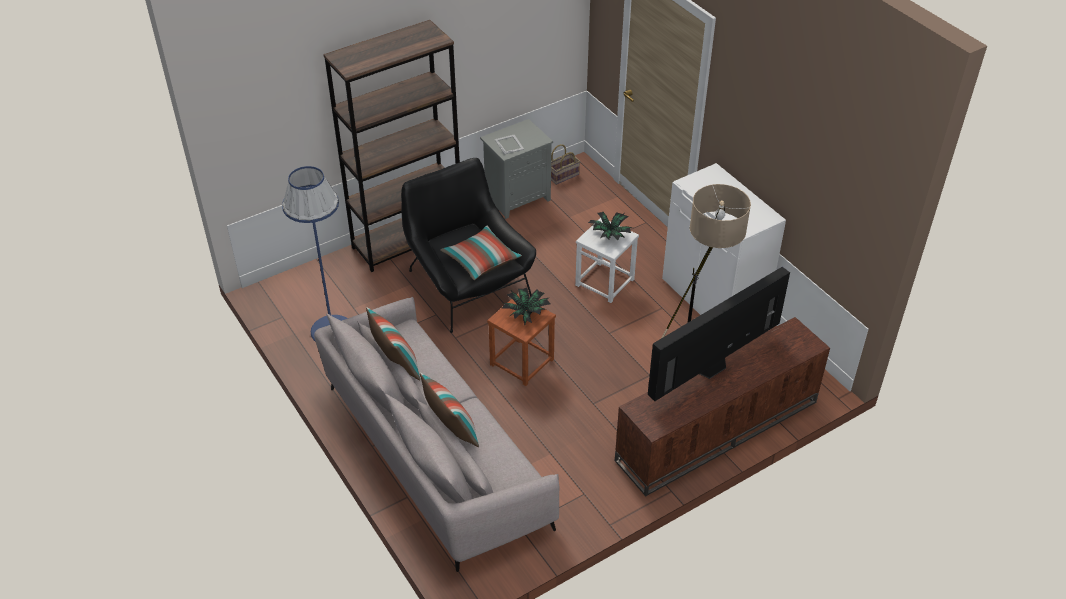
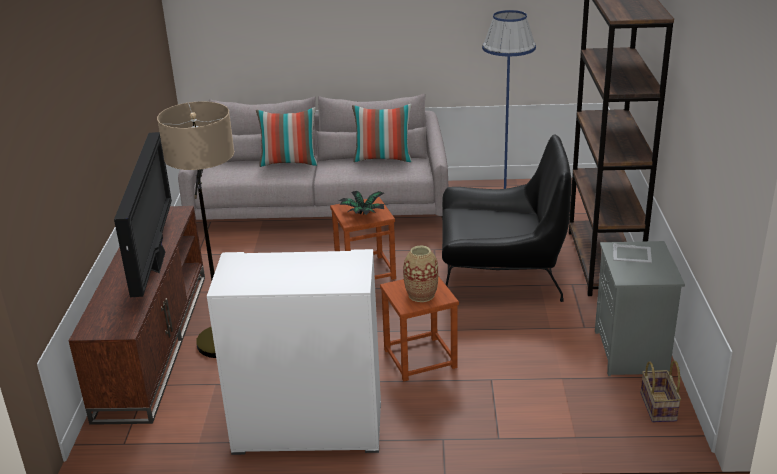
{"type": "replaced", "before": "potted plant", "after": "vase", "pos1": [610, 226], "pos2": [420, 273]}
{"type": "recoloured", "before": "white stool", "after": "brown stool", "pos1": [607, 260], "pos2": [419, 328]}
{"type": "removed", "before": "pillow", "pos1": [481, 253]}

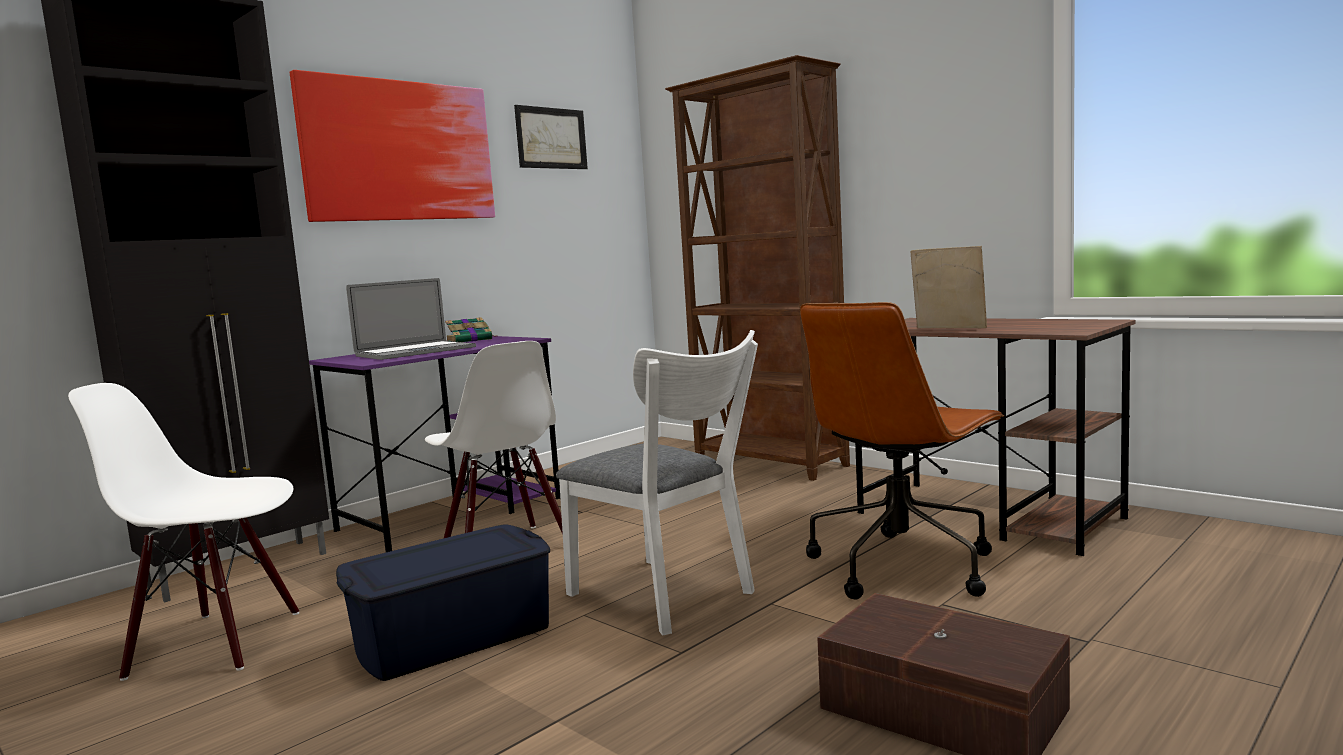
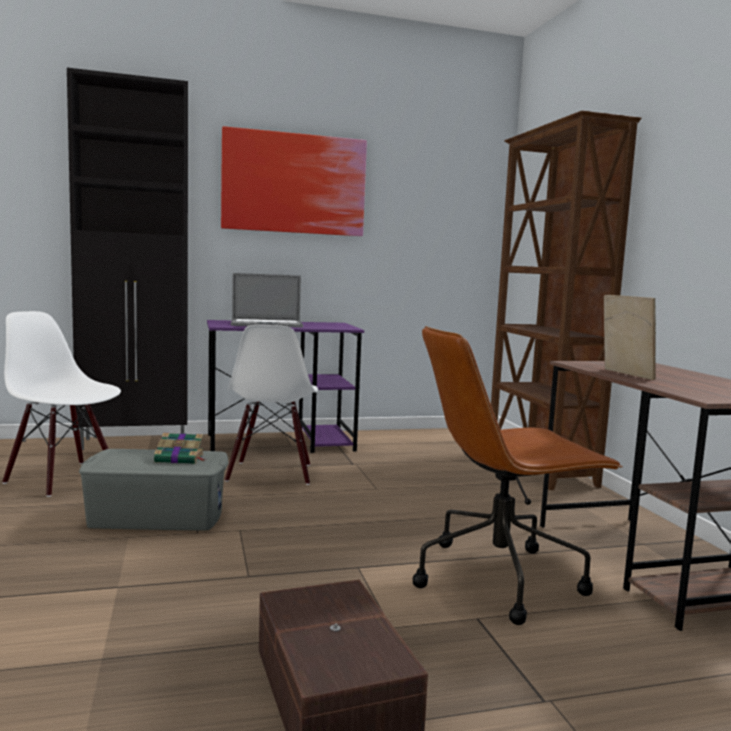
{"type": "removed", "before": "picture", "pos1": [551, 137]}
{"type": "moved", "before": "book", "pos1": [469, 329], "pos2": [179, 448]}
{"type": "removed", "before": "white chair", "pos1": [657, 482]}
{"type": "recoloured", "before": "blue storage box", "after": "grey storage box", "pos1": [443, 602], "pos2": [154, 489]}

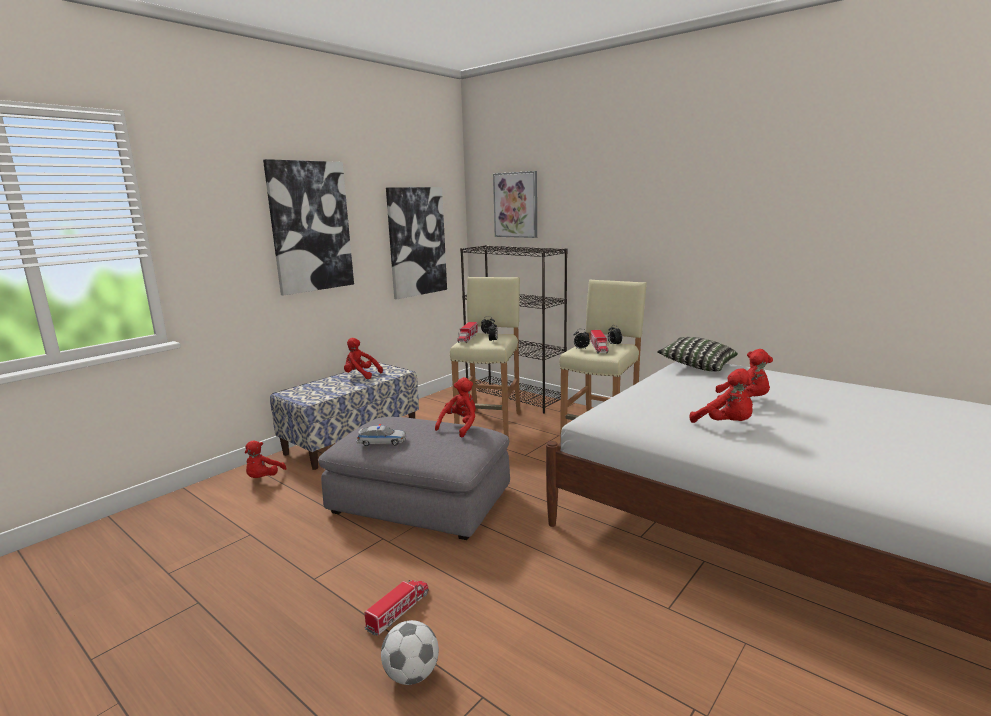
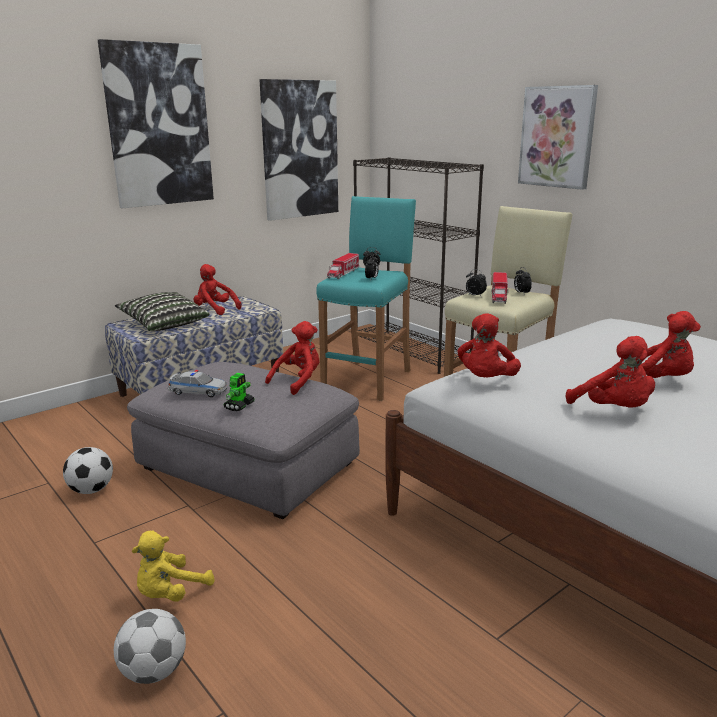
{"type": "moved", "before": "picture", "pos1": [515, 204], "pos2": [558, 137]}
{"type": "recoloured", "before": "beige stool", "after": "turquoise stool", "pos1": [485, 357], "pos2": [366, 298]}
{"type": "moved", "before": "pillow", "pos1": [697, 354], "pos2": [162, 311]}
{"type": "moved", "before": "red plush toy", "pos1": [266, 459], "pos2": [489, 345]}
{"type": "replaced", "before": "toy truck", "after": "yellow plush toy", "pos1": [396, 608], "pos2": [173, 566]}
{"type": "added", "after": "toy robot", "pos2": [239, 392]}
{"type": "added", "after": "football", "pos2": [88, 470]}

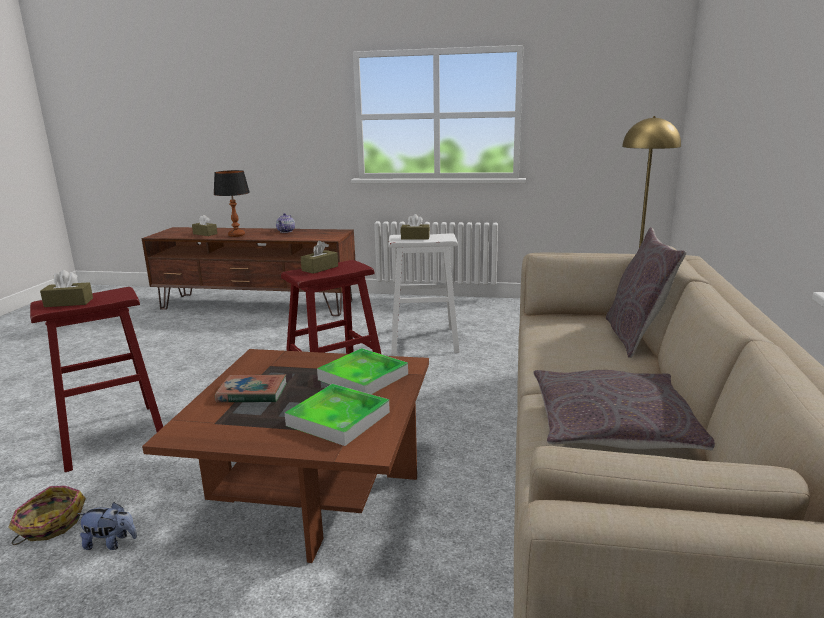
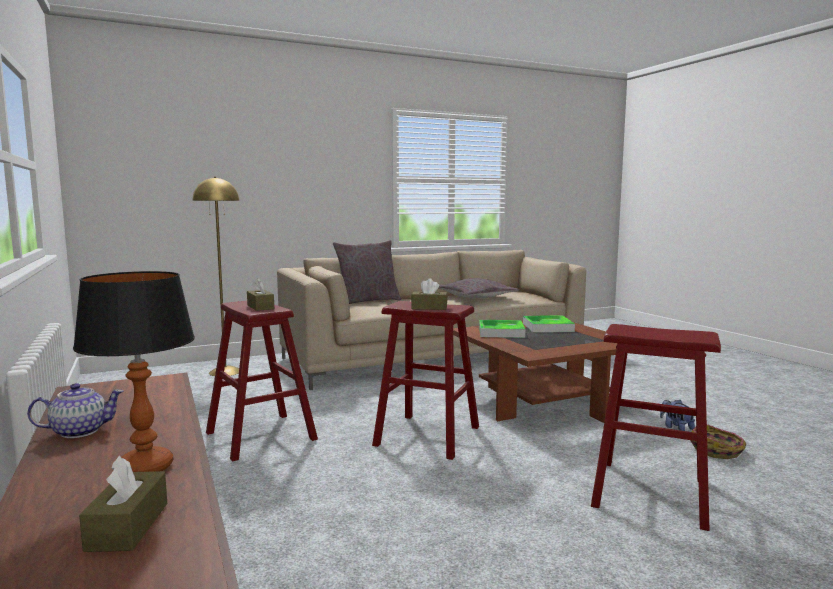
{"type": "recoloured", "before": "white stool", "after": "red stool", "pos1": [424, 294], "pos2": [262, 381]}
{"type": "removed", "before": "brown tissue box", "pos1": [66, 288]}
{"type": "removed", "before": "book", "pos1": [251, 388]}

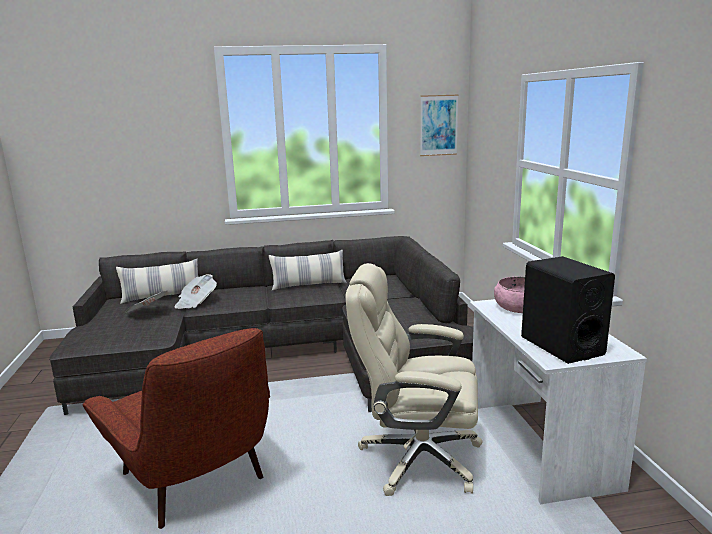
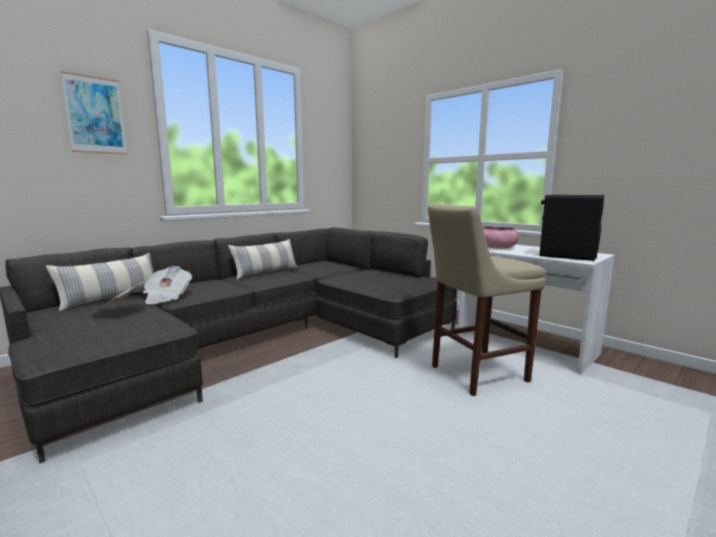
{"type": "moved", "before": "picture", "pos1": [439, 125], "pos2": [94, 113]}
{"type": "replaced", "before": "beige office chair", "after": "beige stool", "pos1": [414, 379], "pos2": [487, 300]}
{"type": "removed", "before": "red armchair", "pos1": [176, 428]}

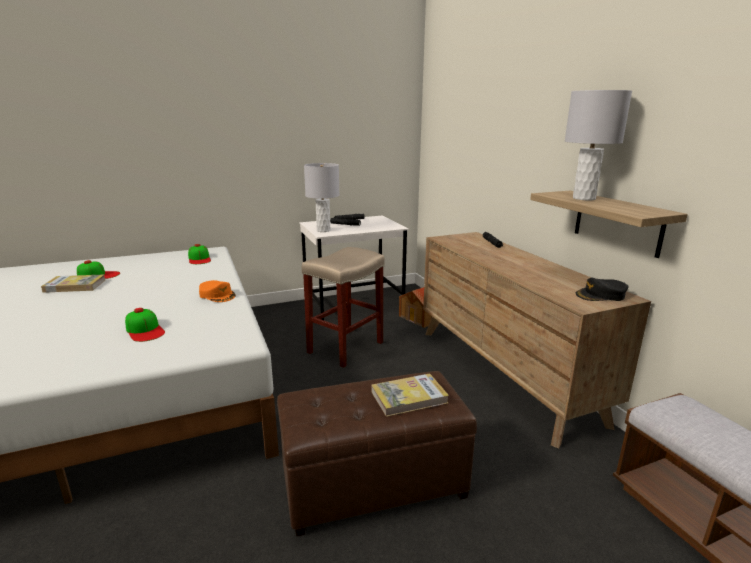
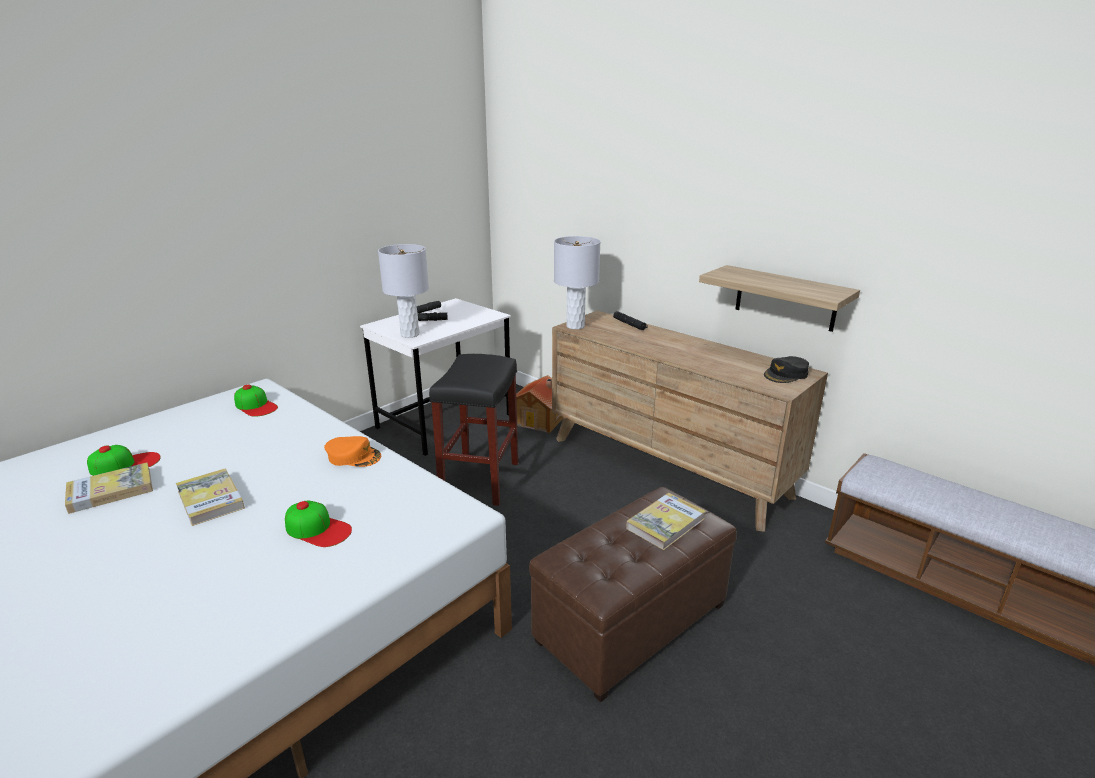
{"type": "moved", "before": "grey table lamp", "pos1": [598, 145], "pos2": [577, 282]}
{"type": "recoloured", "before": "beige stool", "after": "black stool", "pos1": [343, 307], "pos2": [474, 430]}
{"type": "added", "after": "book", "pos2": [210, 497]}

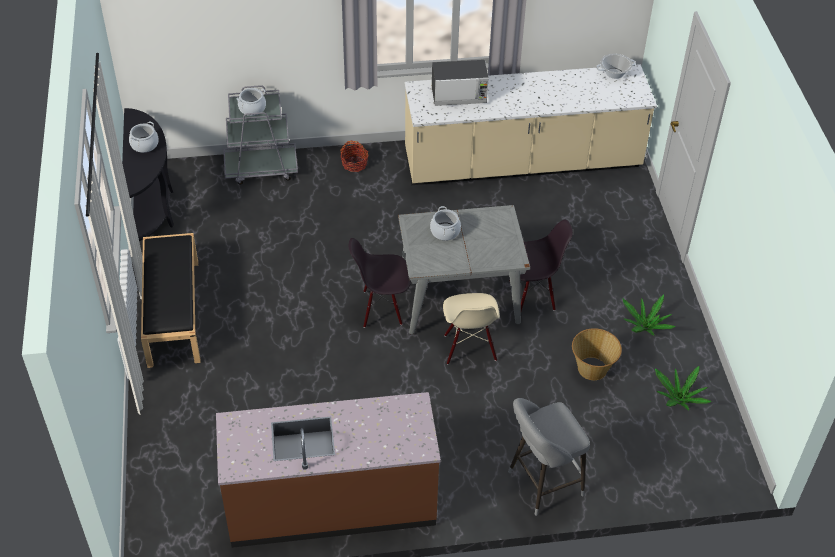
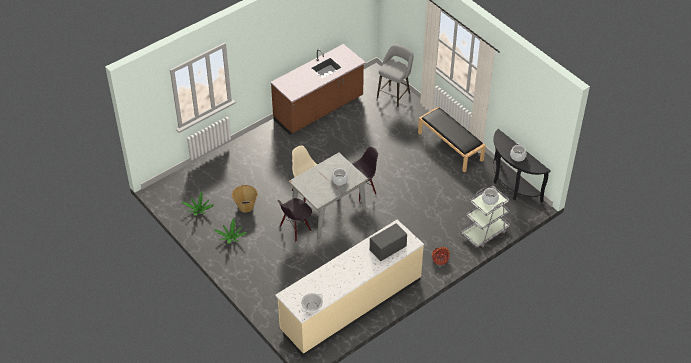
{"type": "moved", "before": "grey stool", "pos1": [549, 457], "pos2": [395, 77]}

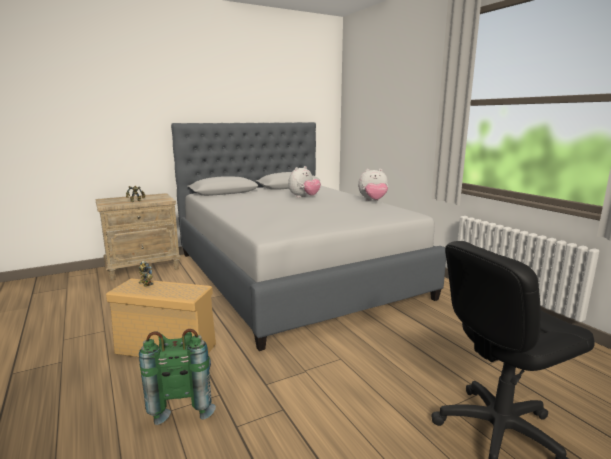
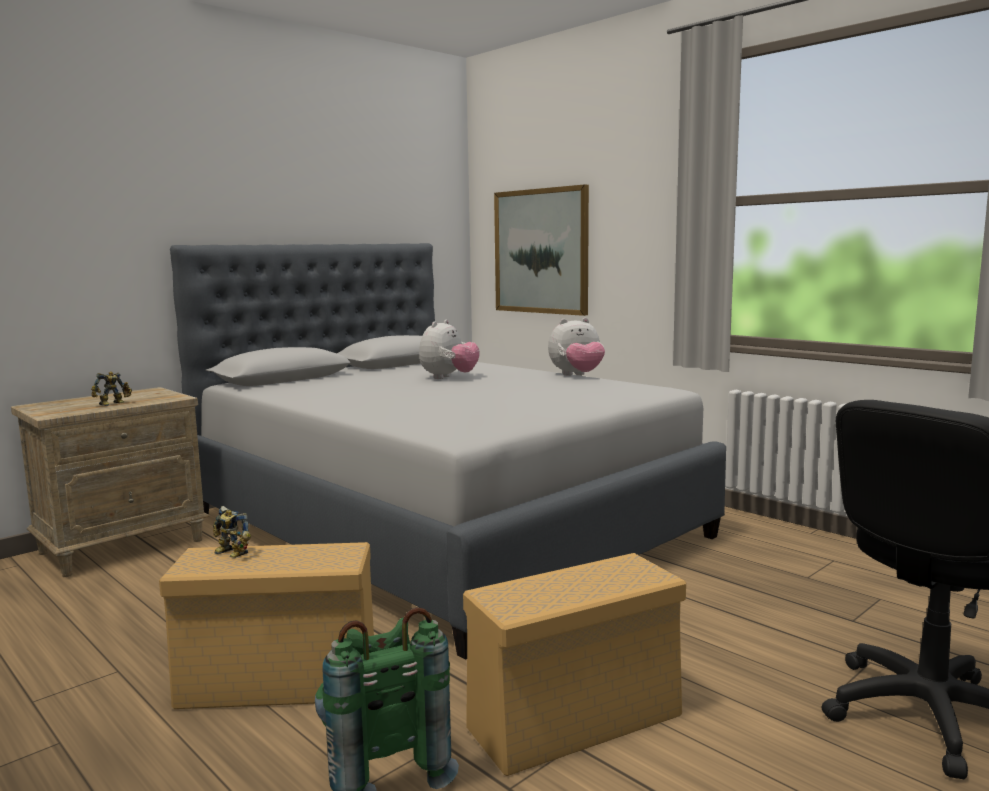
{"type": "added", "after": "picture", "pos2": [541, 250]}
{"type": "added", "after": "beige storage box", "pos2": [574, 664]}

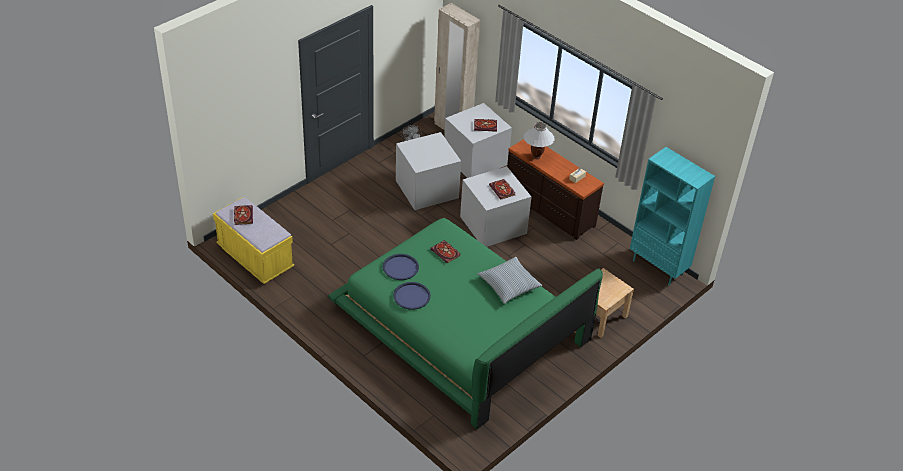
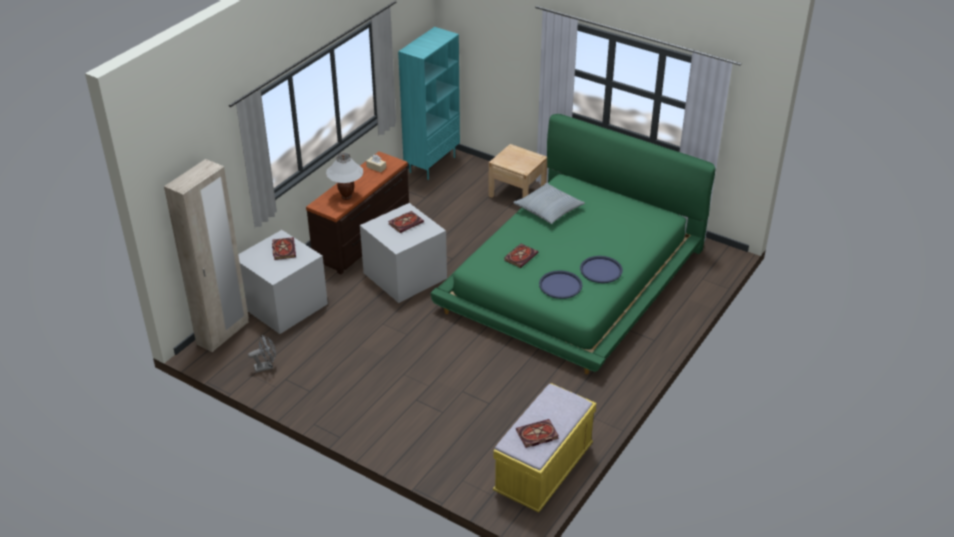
{"type": "removed", "before": "grey storage box", "pos1": [428, 171]}

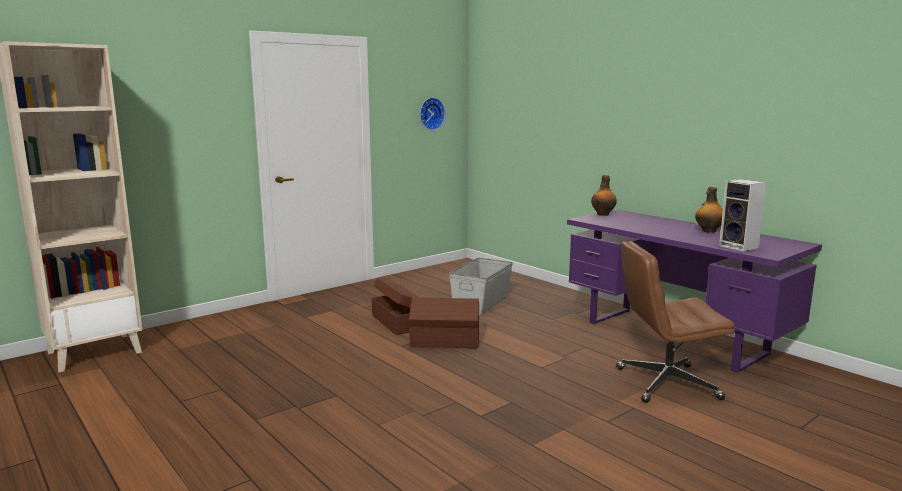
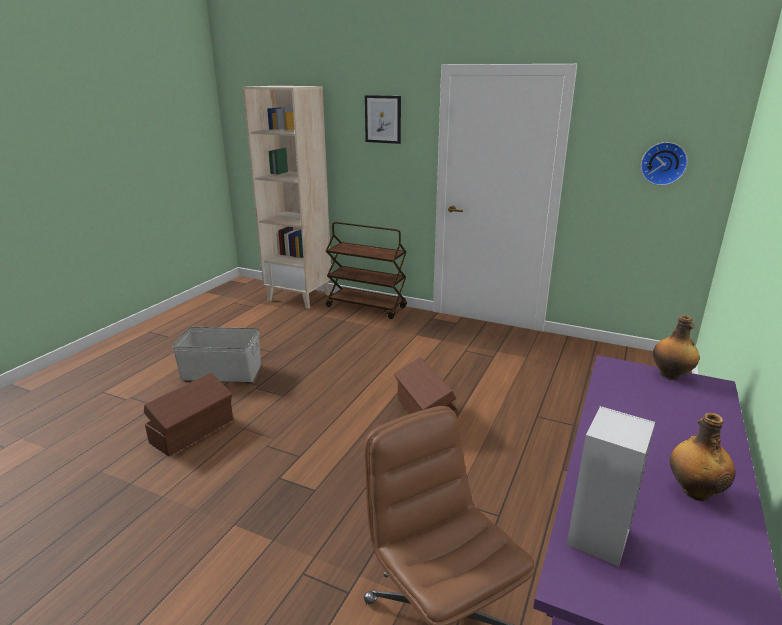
{"type": "moved", "before": "grey storage box", "pos1": [481, 286], "pos2": [216, 354]}
{"type": "moved", "before": "brown storage box", "pos1": [396, 306], "pos2": [188, 414]}
{"type": "added", "after": "picture", "pos2": [383, 119]}
{"type": "added", "after": "brown cart", "pos2": [366, 270]}

